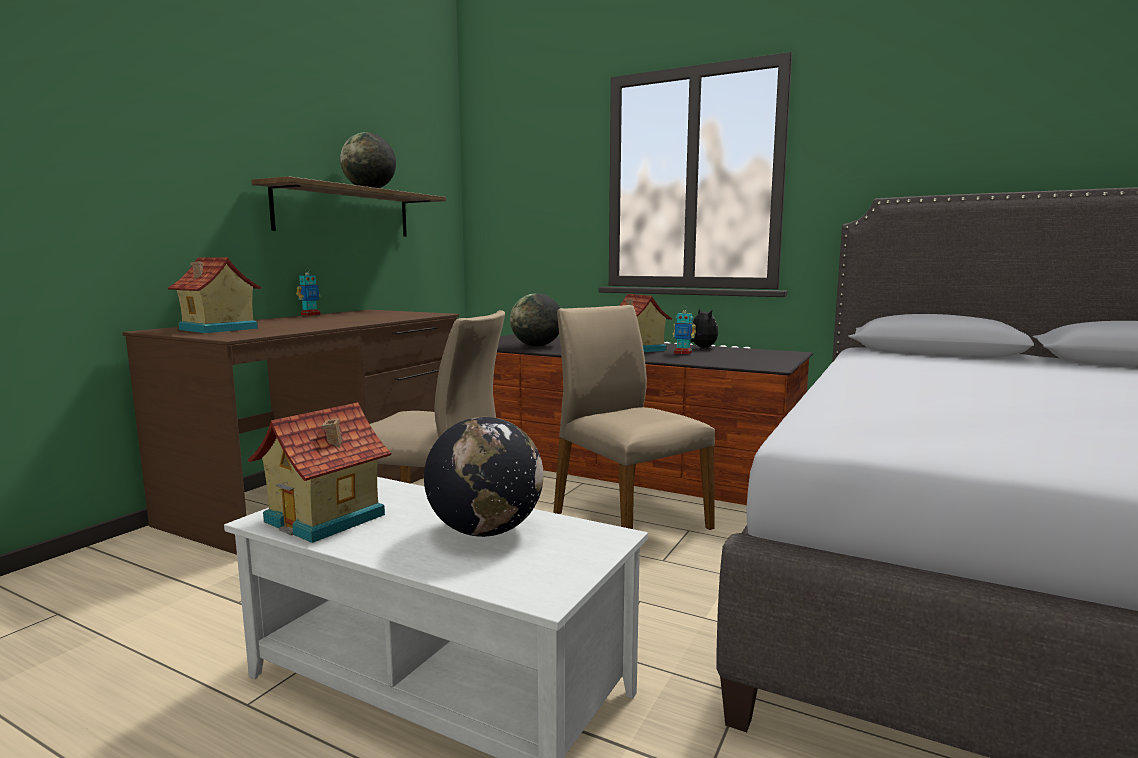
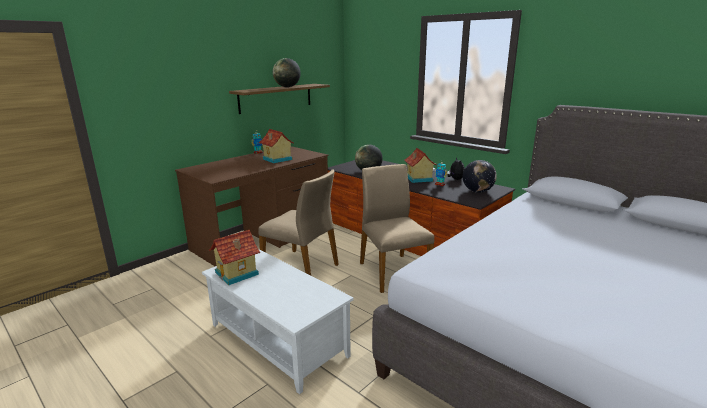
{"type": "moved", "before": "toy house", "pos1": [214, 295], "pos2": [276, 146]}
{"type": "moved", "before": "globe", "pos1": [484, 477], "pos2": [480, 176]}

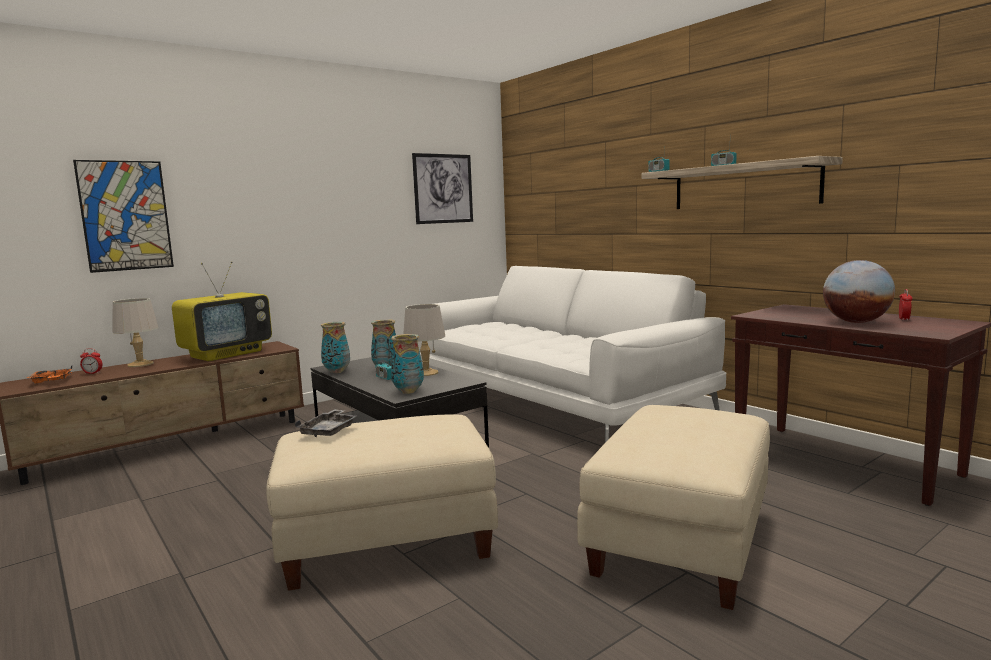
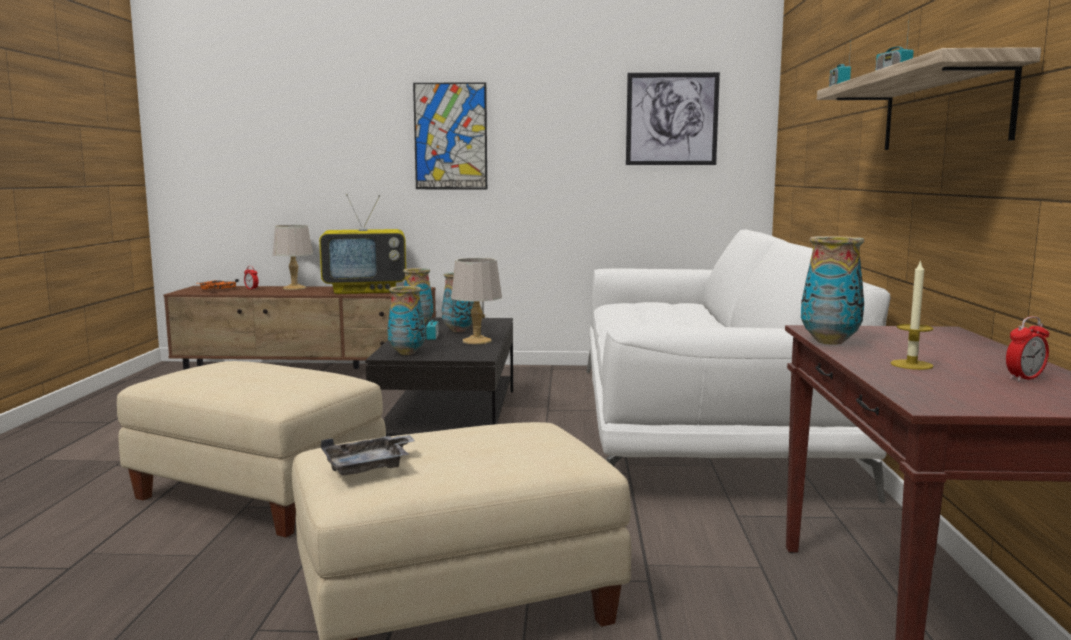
{"type": "moved", "before": "picture", "pos1": [123, 216], "pos2": [450, 135]}
{"type": "replaced", "before": "globe", "after": "candle", "pos1": [859, 291], "pos2": [912, 314]}
{"type": "moved", "before": "grey tray", "pos1": [326, 423], "pos2": [368, 455]}
{"type": "added", "after": "vase", "pos2": [832, 290]}

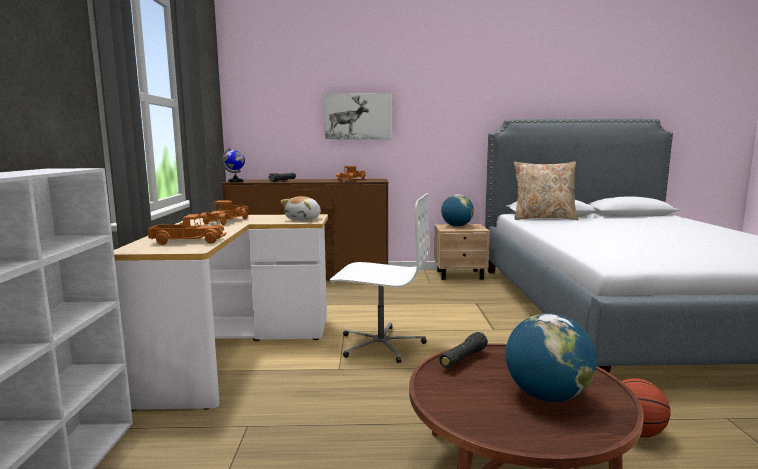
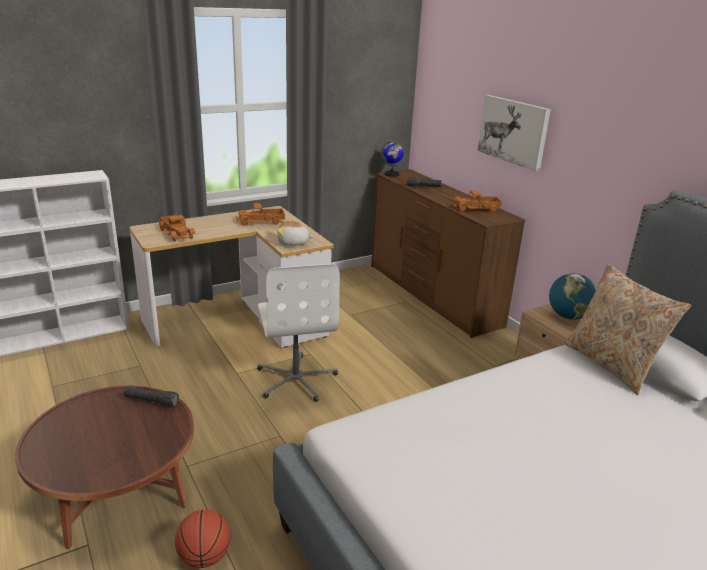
{"type": "removed", "before": "globe", "pos1": [551, 357]}

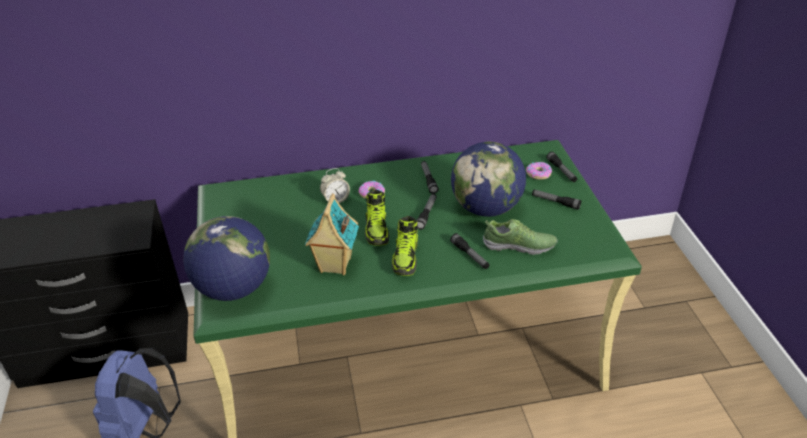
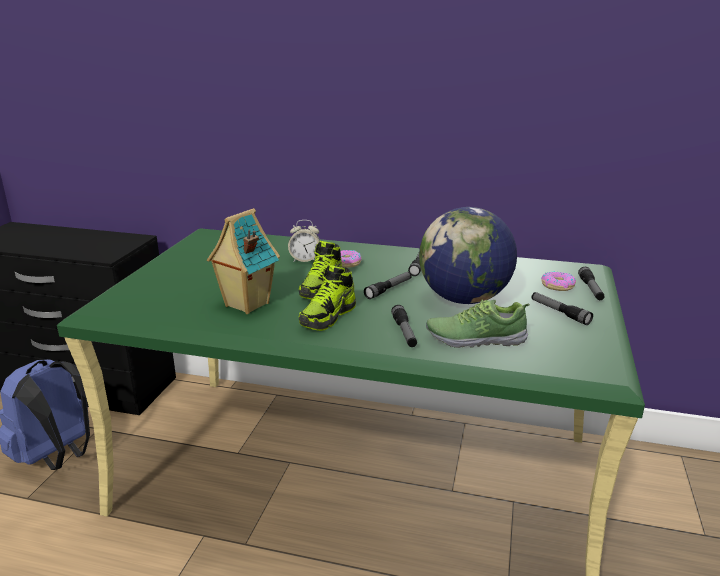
{"type": "removed", "before": "globe", "pos1": [226, 258]}
{"type": "turned", "before": "shoe", "pos1": [520, 237], "pos2": [478, 323], "turn": 150}

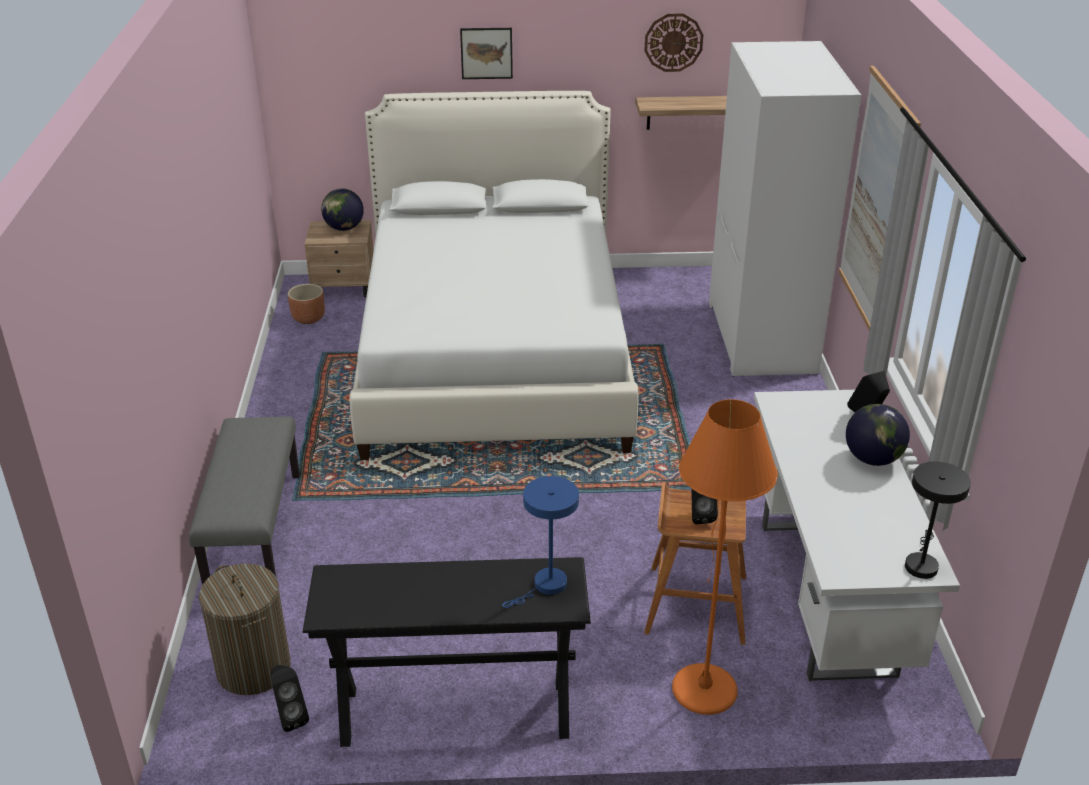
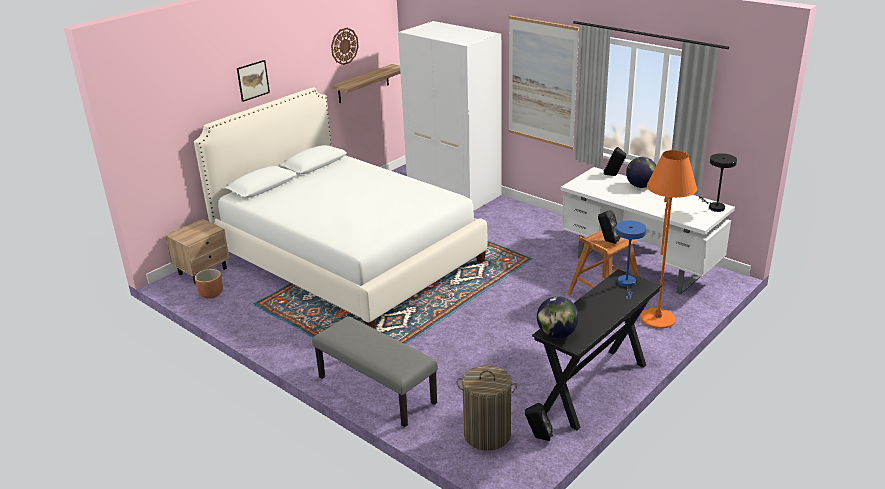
{"type": "moved", "before": "globe", "pos1": [342, 209], "pos2": [558, 317]}

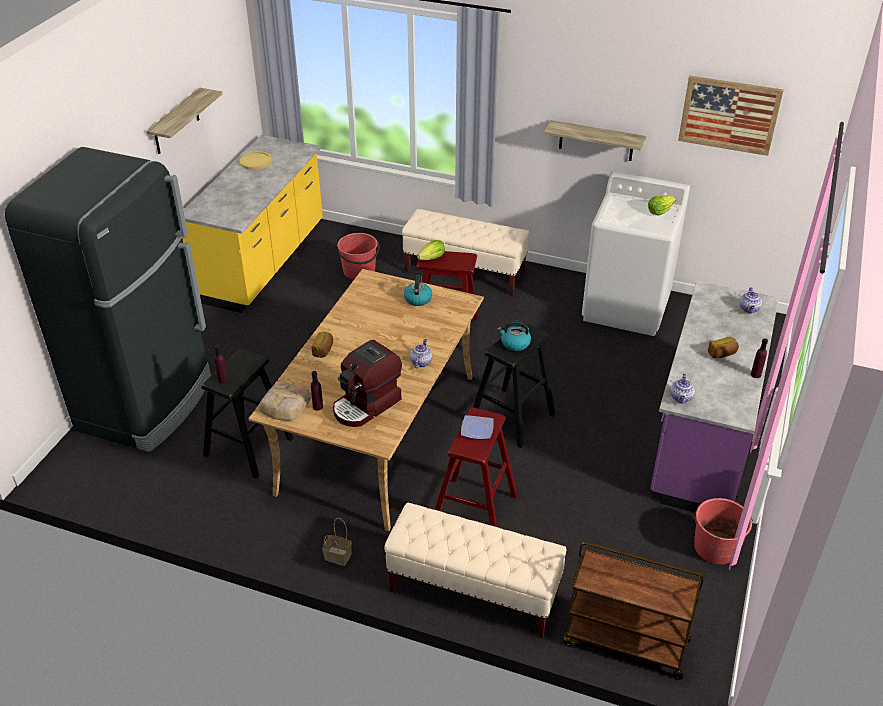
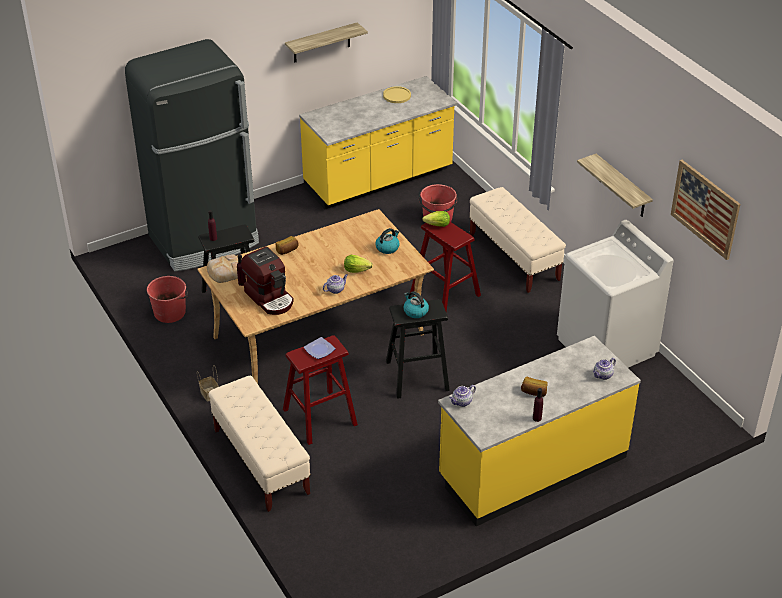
{"type": "moved", "before": "lettuce", "pos1": [662, 205], "pos2": [358, 264]}
{"type": "recoloured", "before": "purple counter", "after": "yellow counter", "pos1": [714, 396], "pos2": [539, 431]}
{"type": "turned", "before": "coffee machine", "pos1": [367, 383], "pos2": [267, 280], "turn": -120}
{"type": "moved", "before": "red bucket", "pos1": [722, 531], "pos2": [167, 299]}
{"type": "removed", "before": "brown cart", "pos1": [633, 611]}

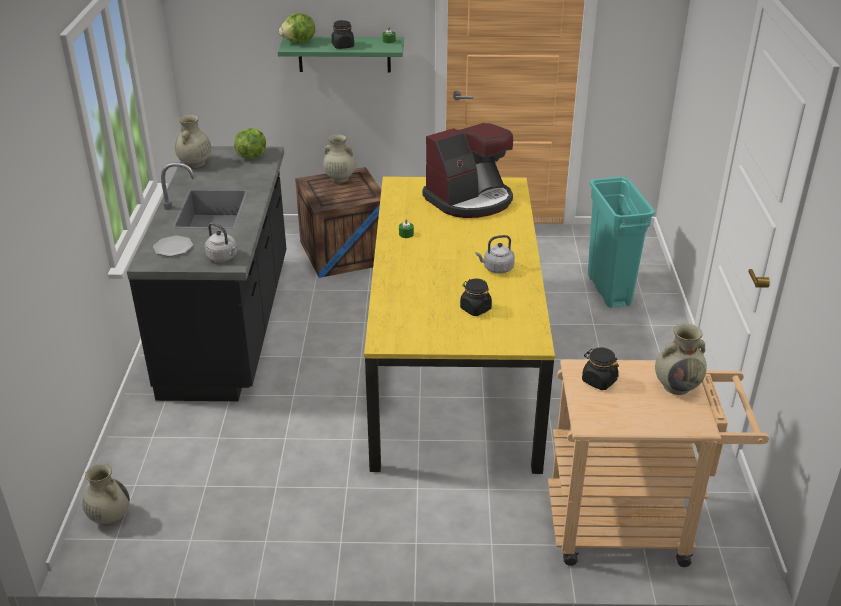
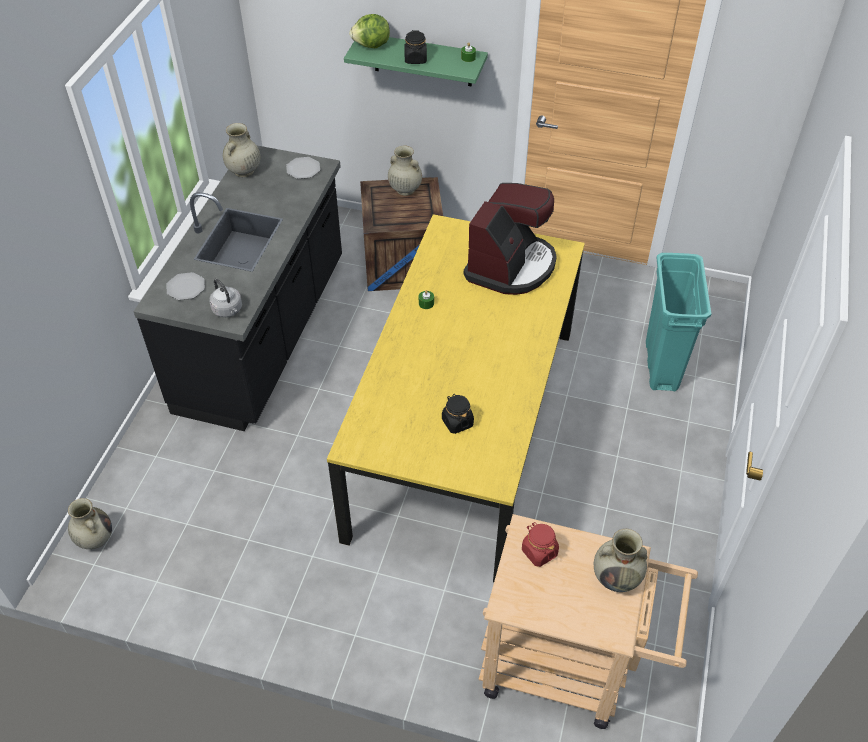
{"type": "turned", "before": "coffee machine", "pos1": [467, 170], "pos2": [510, 239], "turn": -45}
{"type": "replaced", "before": "lettuce", "after": "plate", "pos1": [250, 143], "pos2": [303, 168]}
{"type": "removed", "before": "grey kettle", "pos1": [495, 254]}
{"type": "recoloured", "before": "black jar", "after": "red jar", "pos1": [600, 368], "pos2": [540, 544]}

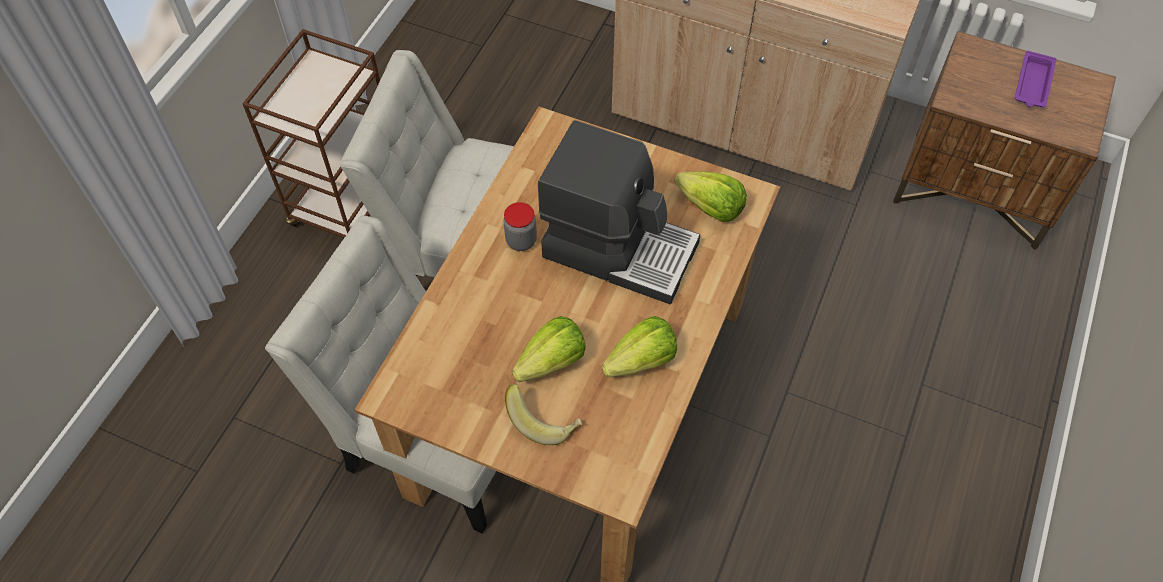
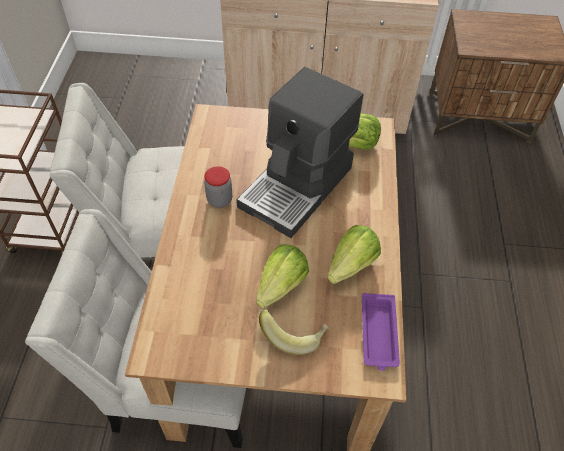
{"type": "moved", "before": "purple tray", "pos1": [1036, 79], "pos2": [381, 332]}
{"type": "turned", "before": "coffee machine", "pos1": [619, 212], "pos2": [300, 152], "turn": 120}

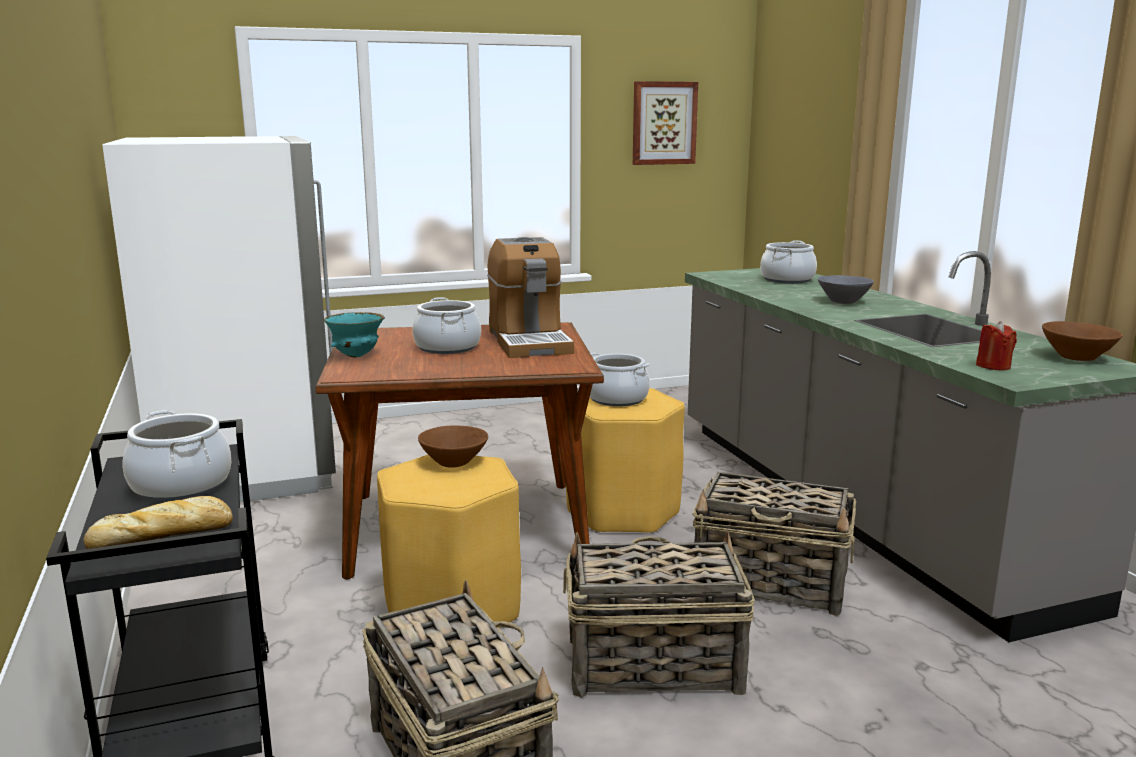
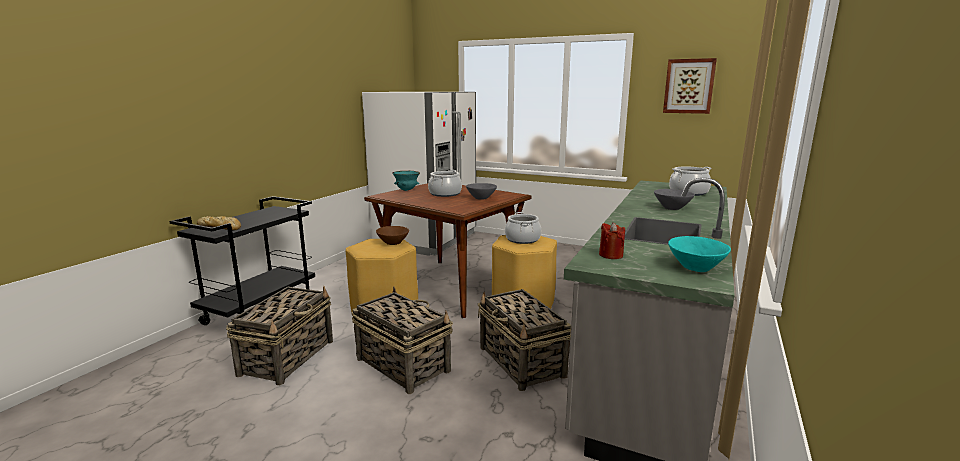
{"type": "replaced", "before": "coffee machine", "after": "grey bowl", "pos1": [530, 297], "pos2": [481, 191]}
{"type": "recoloured", "before": "brown bowl", "after": "turquoise bowl", "pos1": [1082, 341], "pos2": [699, 254]}
{"type": "removed", "before": "cooking pot", "pos1": [176, 455]}

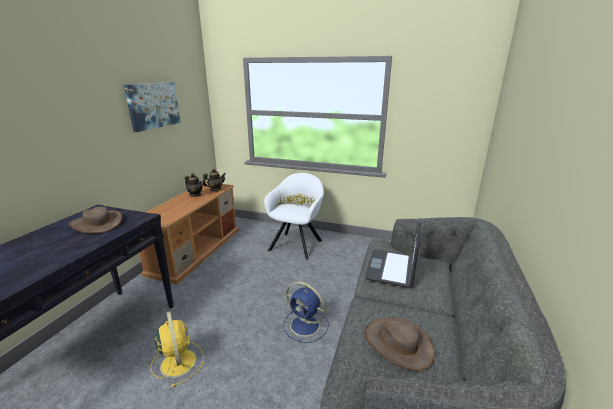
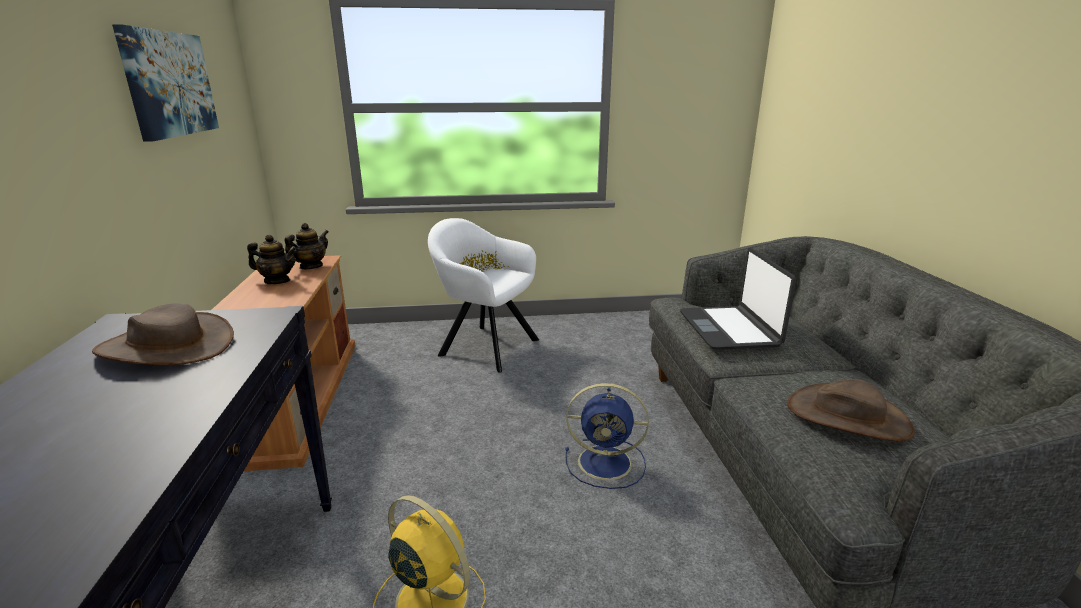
{"type": "turned", "before": "white armchair", "pos1": [294, 216], "pos2": [483, 295], "turn": -60}

